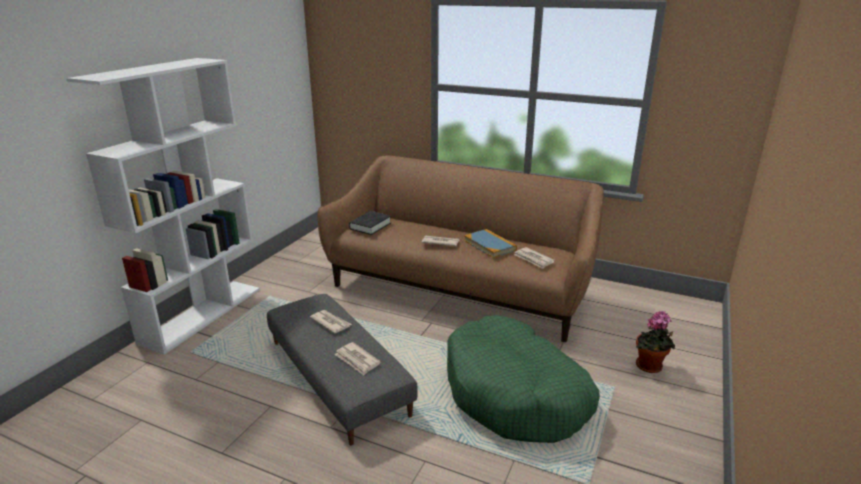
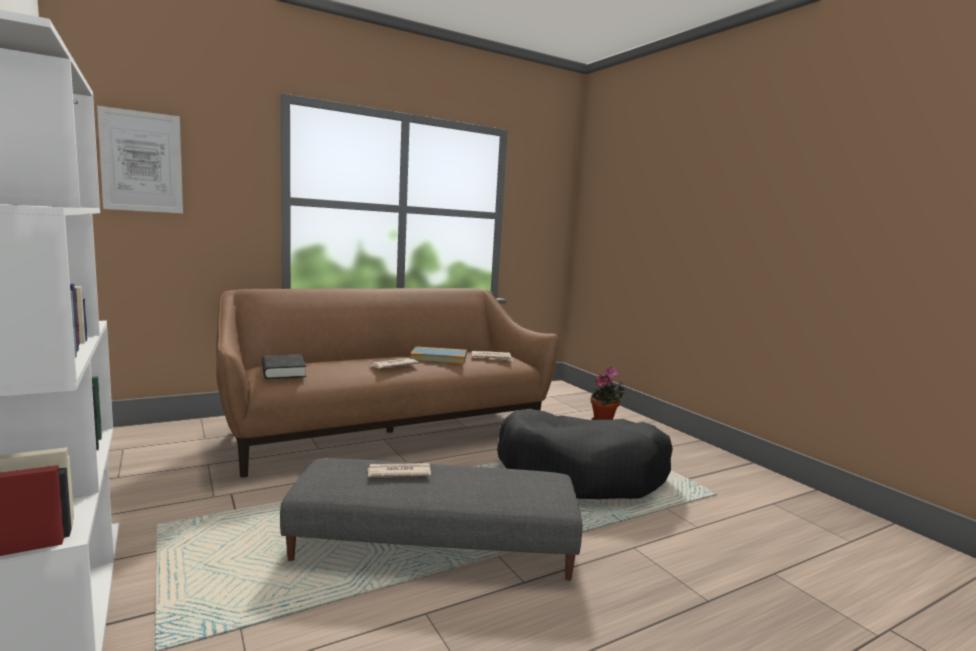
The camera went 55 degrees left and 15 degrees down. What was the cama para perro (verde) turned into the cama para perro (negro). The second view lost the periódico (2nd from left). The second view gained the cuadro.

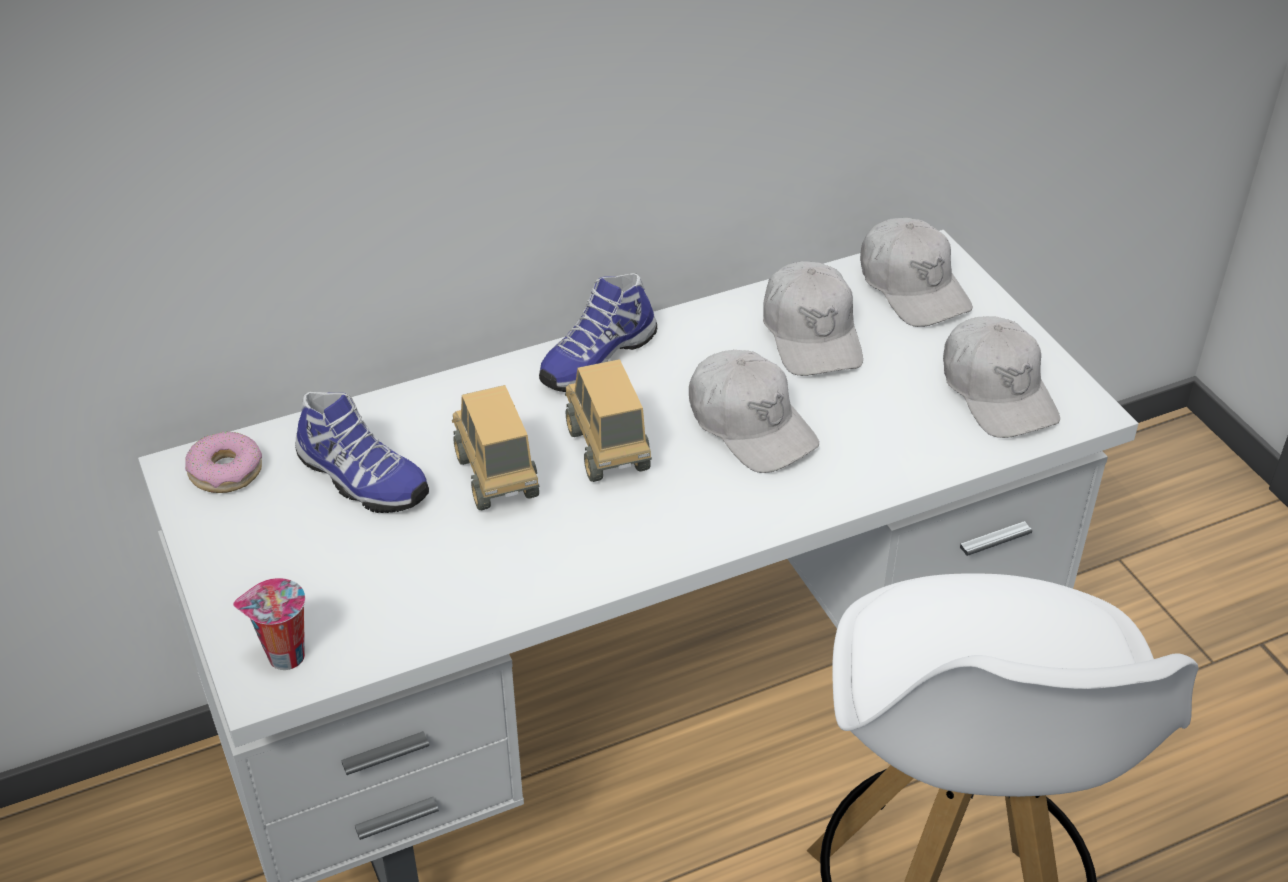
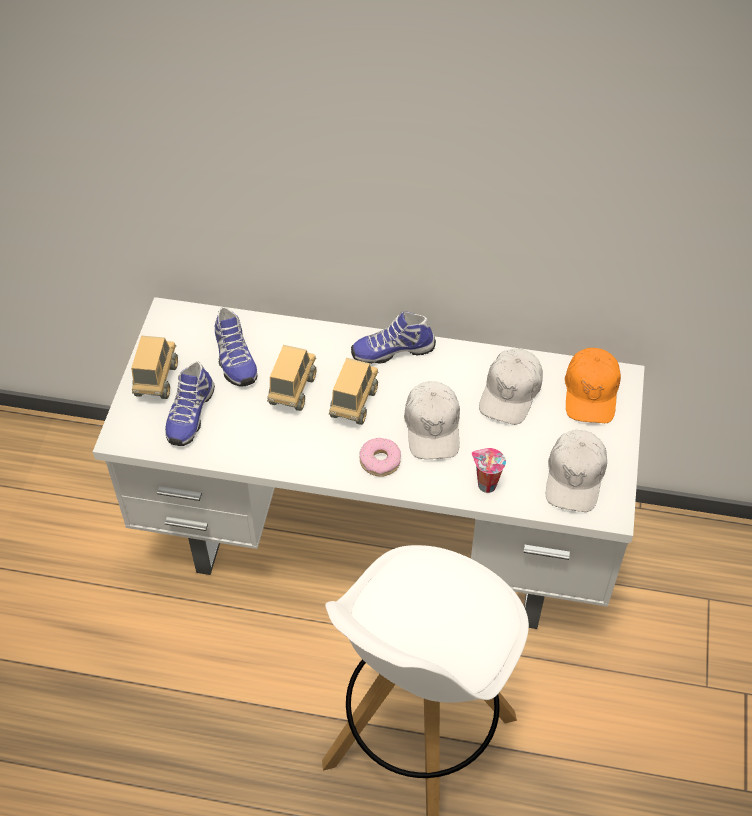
The camera went 35 degrees right and 10 degrees up. What was the gorra (blanco) (3rd from left) turned into the gorra (naranja). The rosquilla ended up elsewhere. The taza ended up elsewhere. The second view gained the camión de juguete (1st from left). The second view gained the zapato (1st from left).

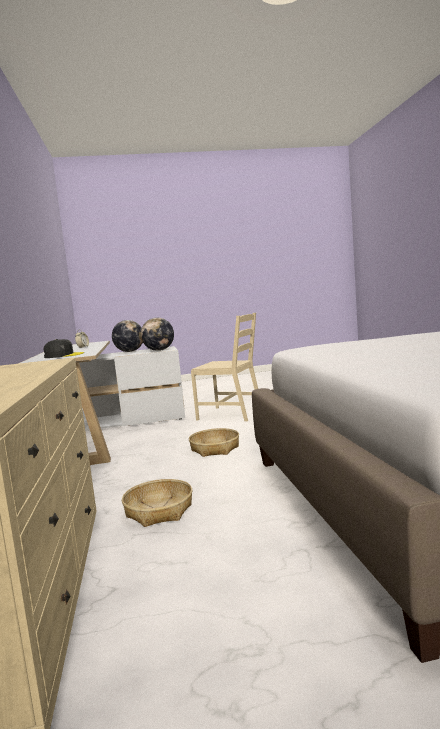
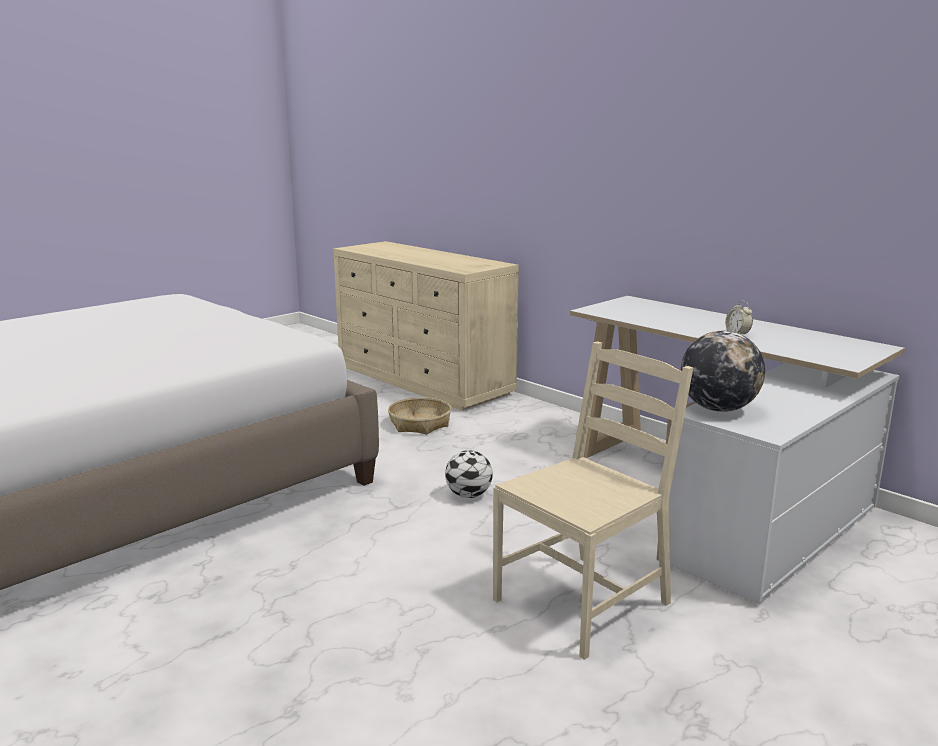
The camera went 145 degrees right and 10 degrees up. The silla (beis) ended up facing another way, 150 degrees clockwise from before. The second view lost the globo terráqueo (1st from left). The second view lost the gorra (negro). Where the cesta (2nd from left) stood, the balón de fútbol came to stand.

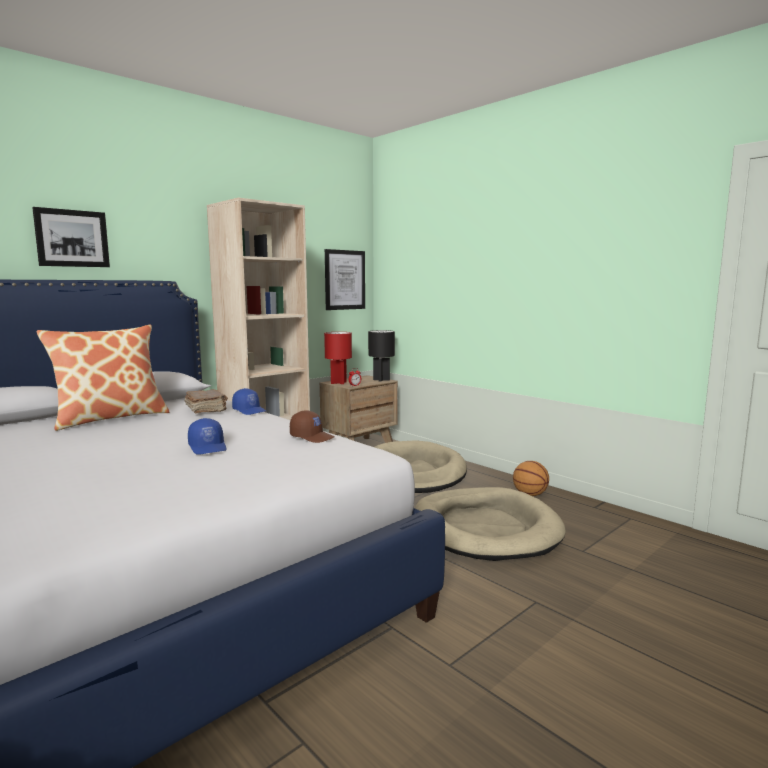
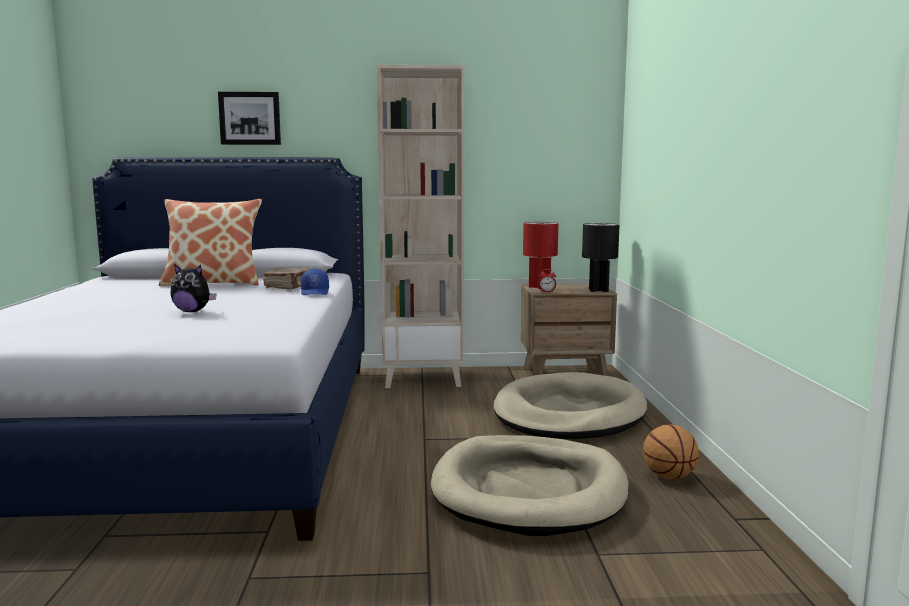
The camera went 40 degrees right and 0 degrees up. The second view lost the cuadro (2nd from left). The second view lost the gorra (marrón). Where the gorra (azul) (1st from left) stood, the peluche came to stand.

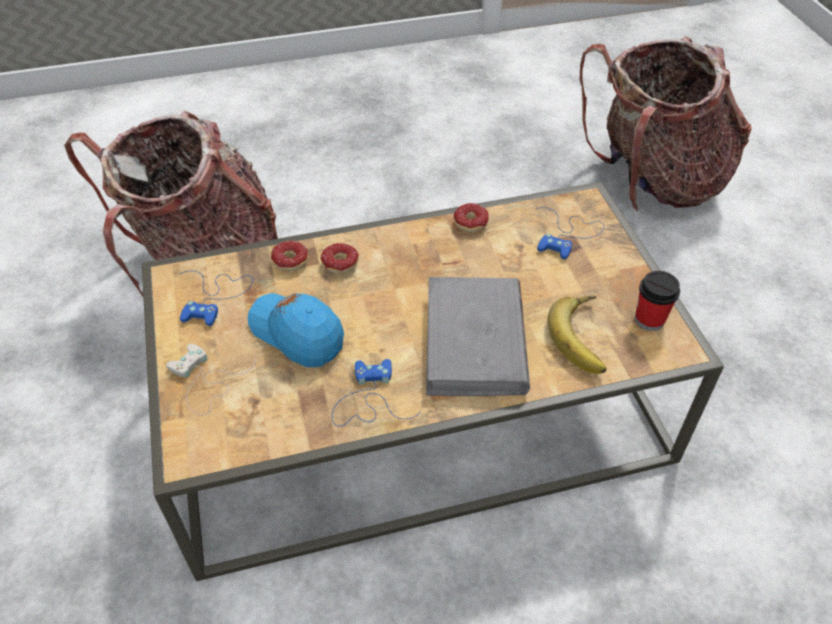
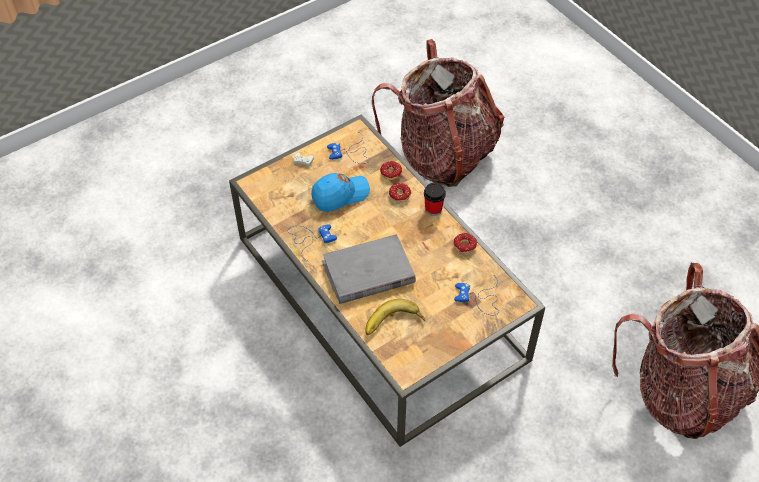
The camera went 70 degrees right and 5 degrees up. The taza ended up elsewhere. The gorra (azul) ended up facing another way, 45 degrees clockwise from before.

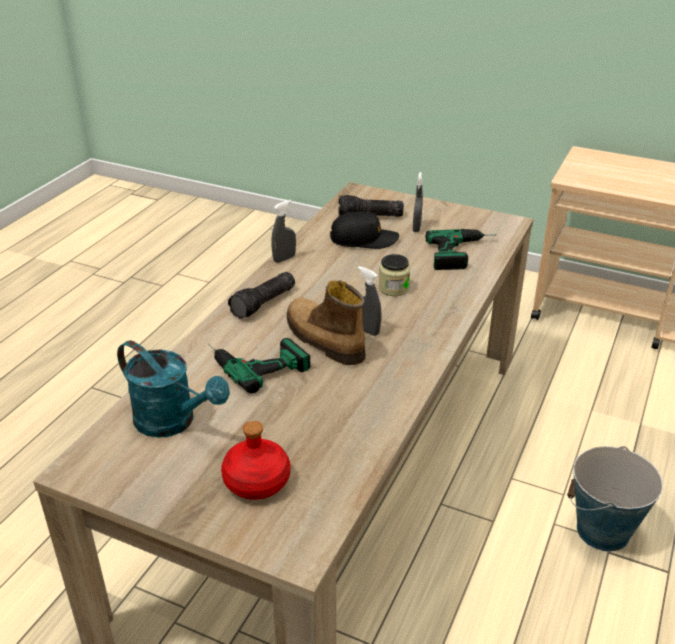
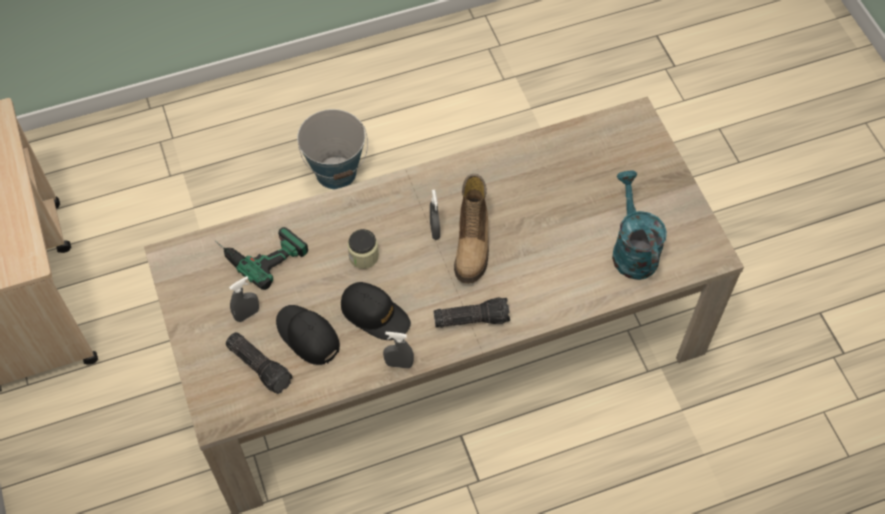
The camera went 135 degrees left and 25 degrees up. The second view lost the taladro (1st from left). The second view lost the botella (rojo). The second view gained the gorra (negro) (2nd from left).

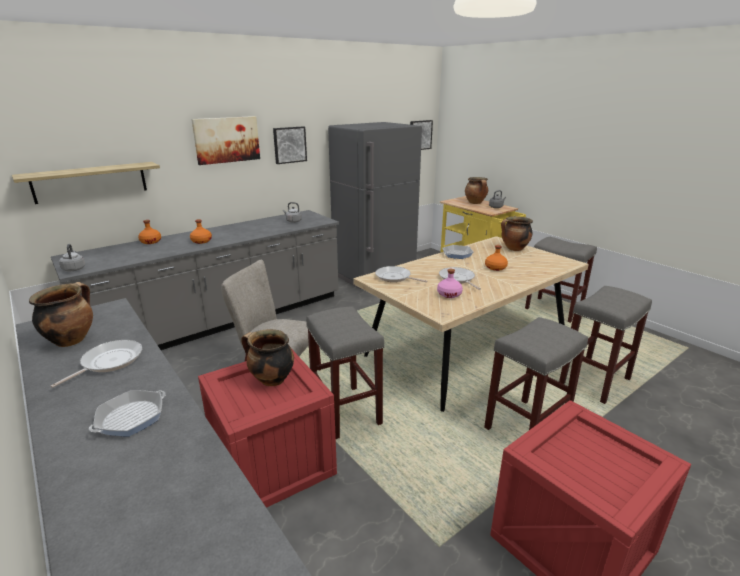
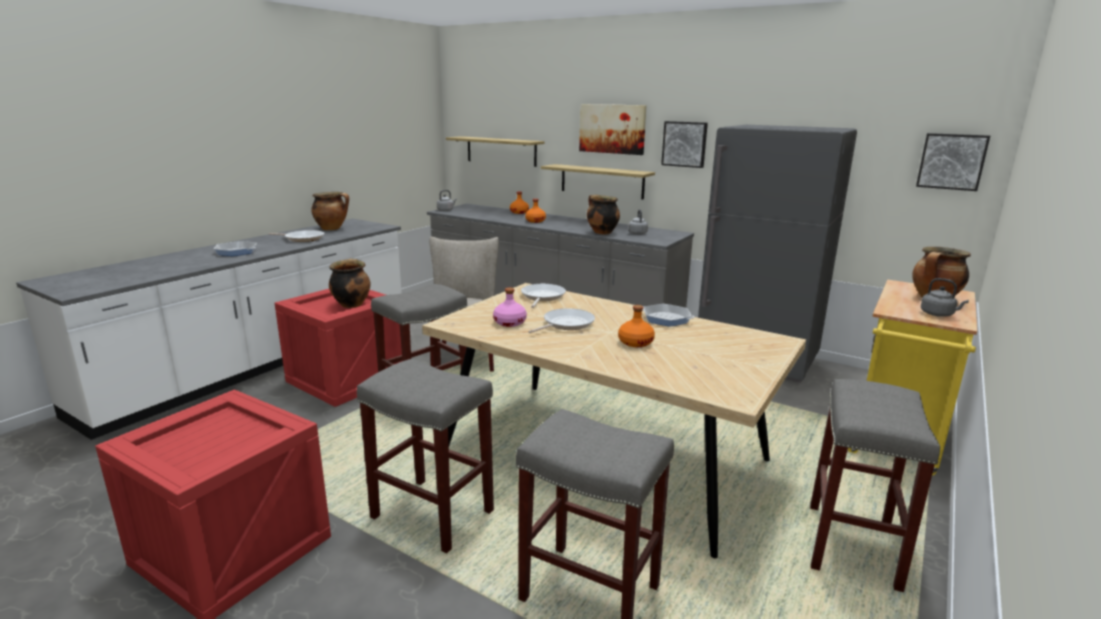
The camera went 70 degrees right and 5 degrees down. The olla (4th from left in the first image) ended up elsewhere. The second view gained the estante (2nd from left).

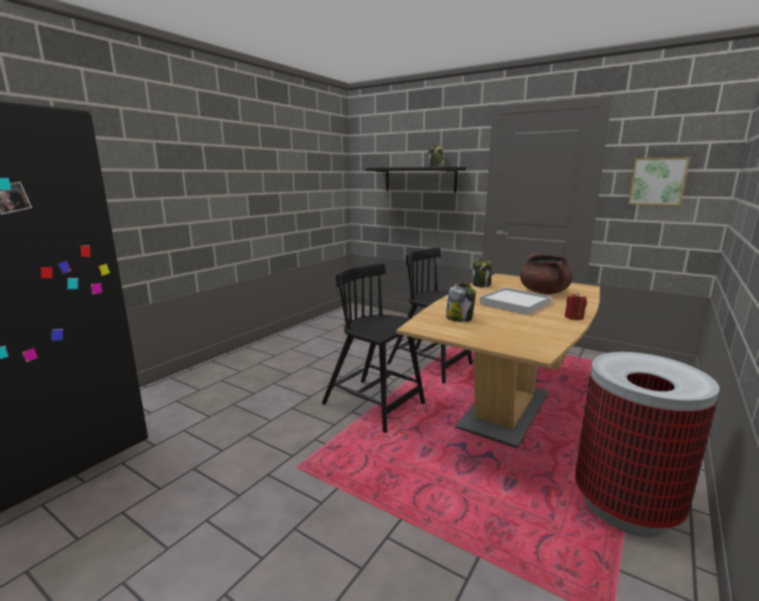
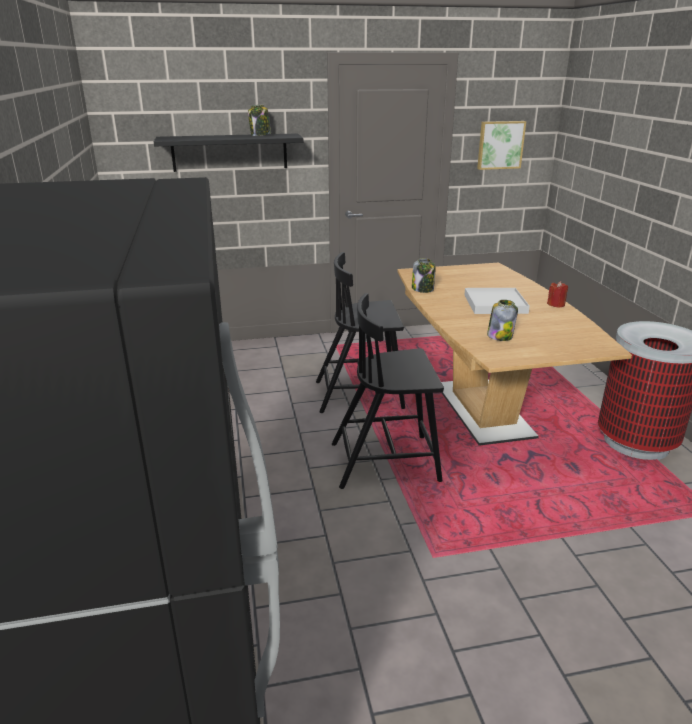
The camera went 45 degrees left and 10 degrees up. The second view lost the olla (marrón).

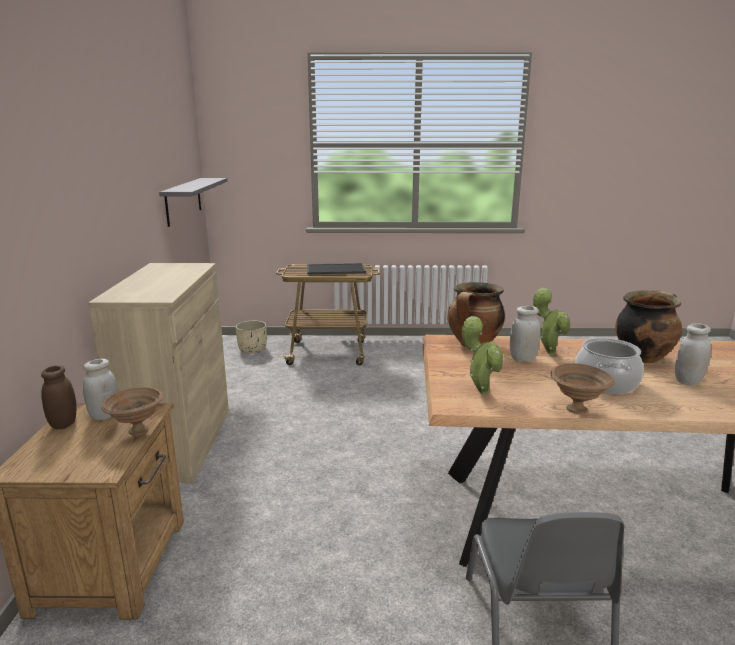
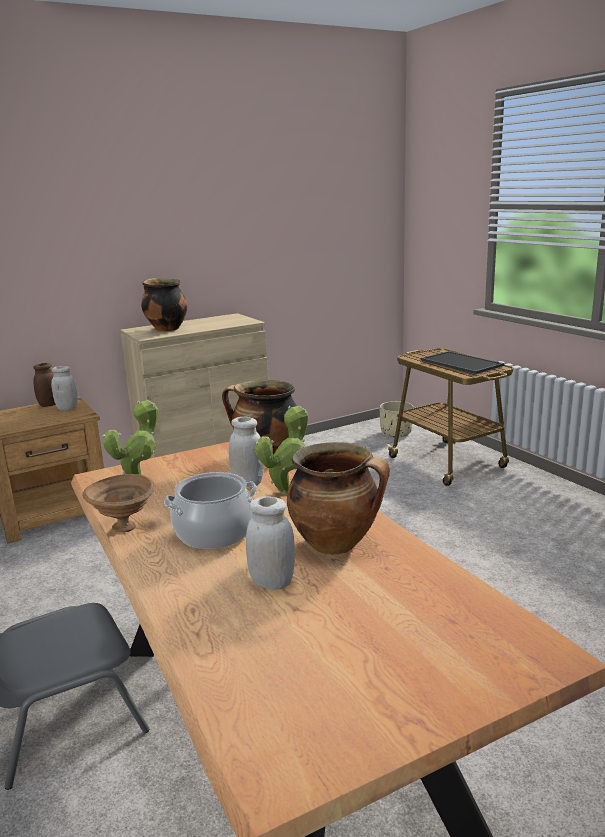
The camera went 60 degrees right and 0 degrees up. The second view lost the estante (gris). The second view lost the cuenco (marrón) (1st from left). The second view gained the olla (1st from left).

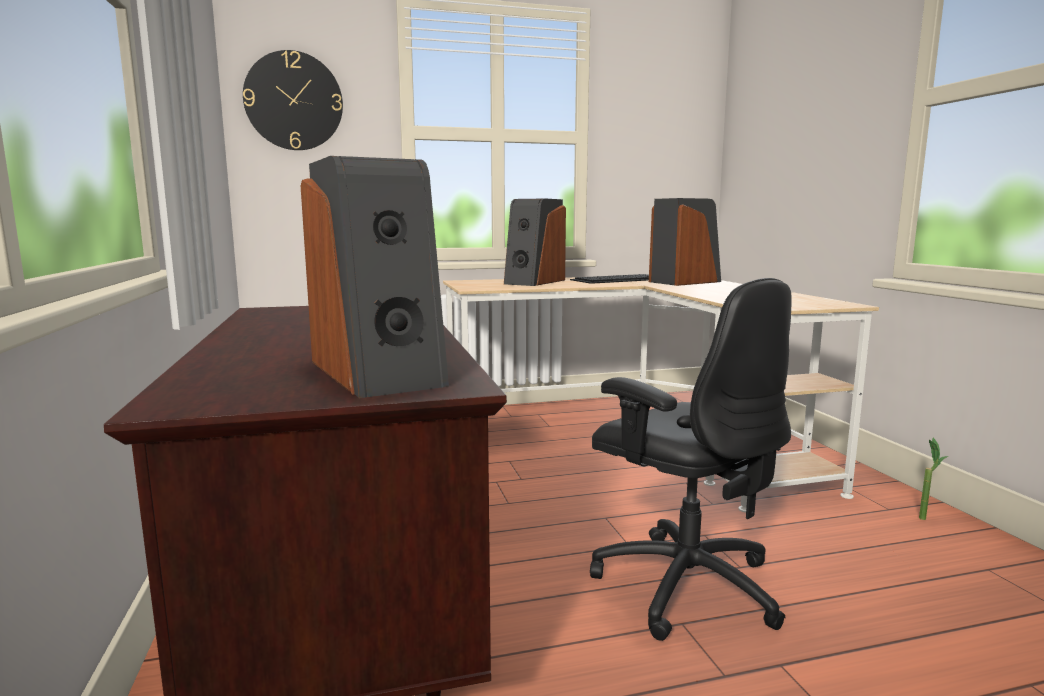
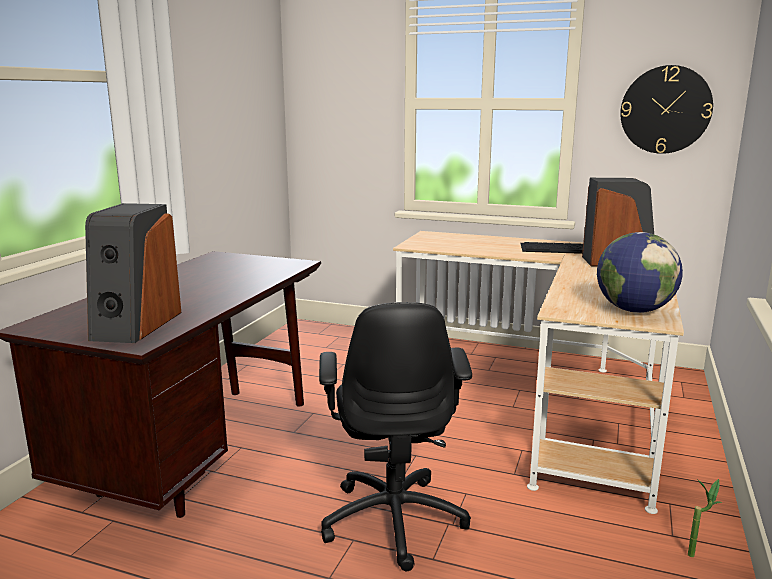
The camera went 35 degrees right and 5 degrees up. The reloj de pared ended up elsewhere. The second view lost the altavoz (2nd from left). The second view gained the globo terráqueo.

